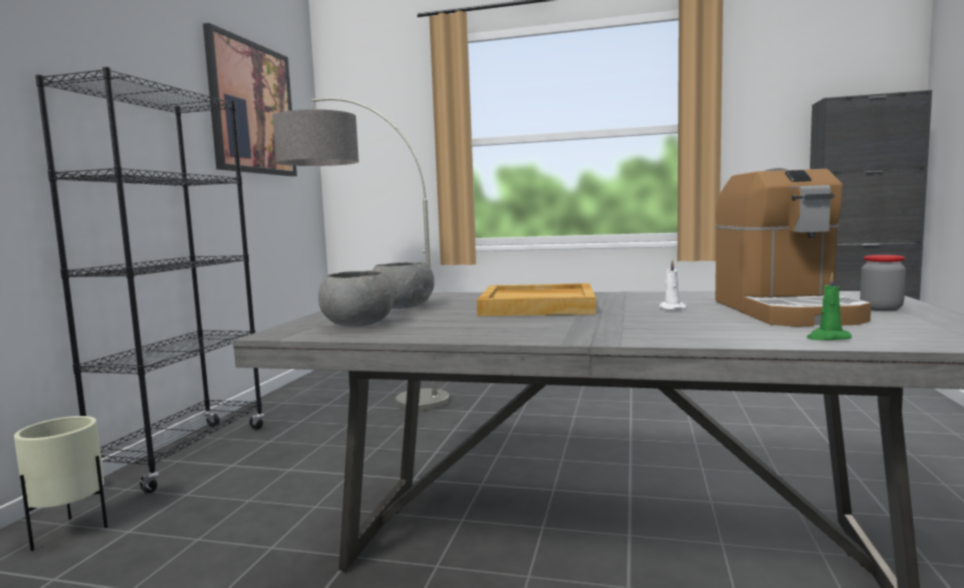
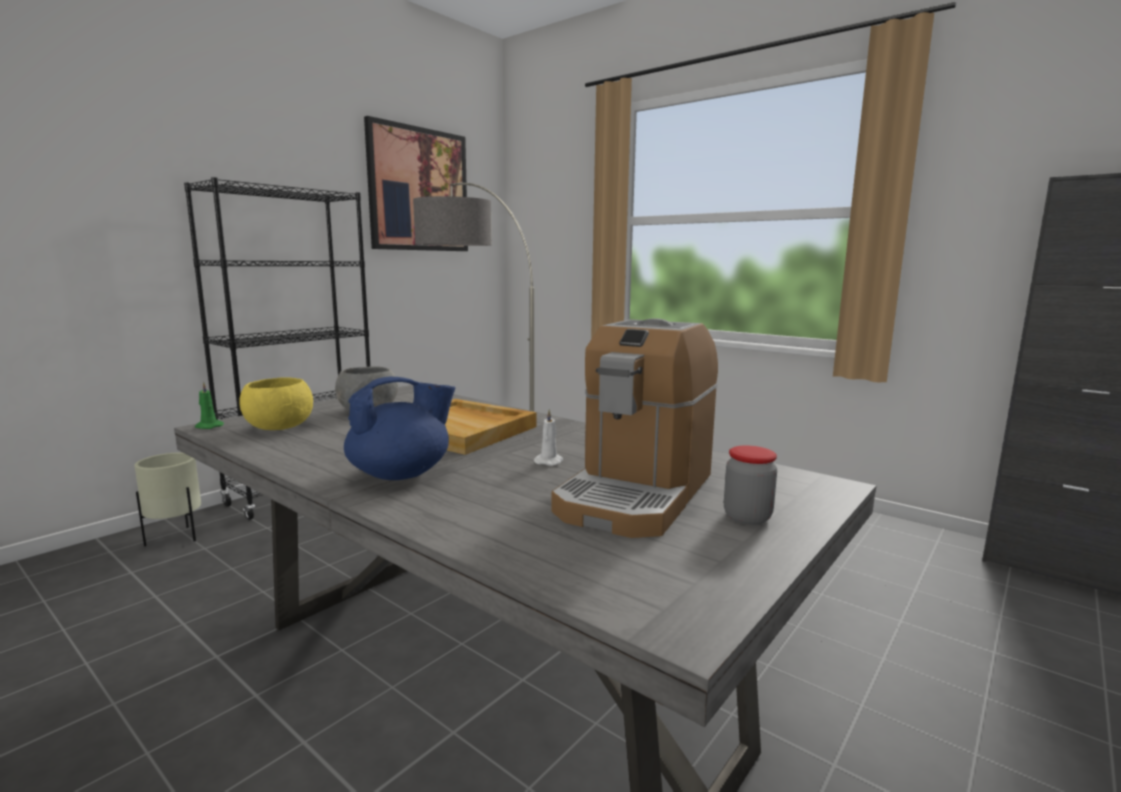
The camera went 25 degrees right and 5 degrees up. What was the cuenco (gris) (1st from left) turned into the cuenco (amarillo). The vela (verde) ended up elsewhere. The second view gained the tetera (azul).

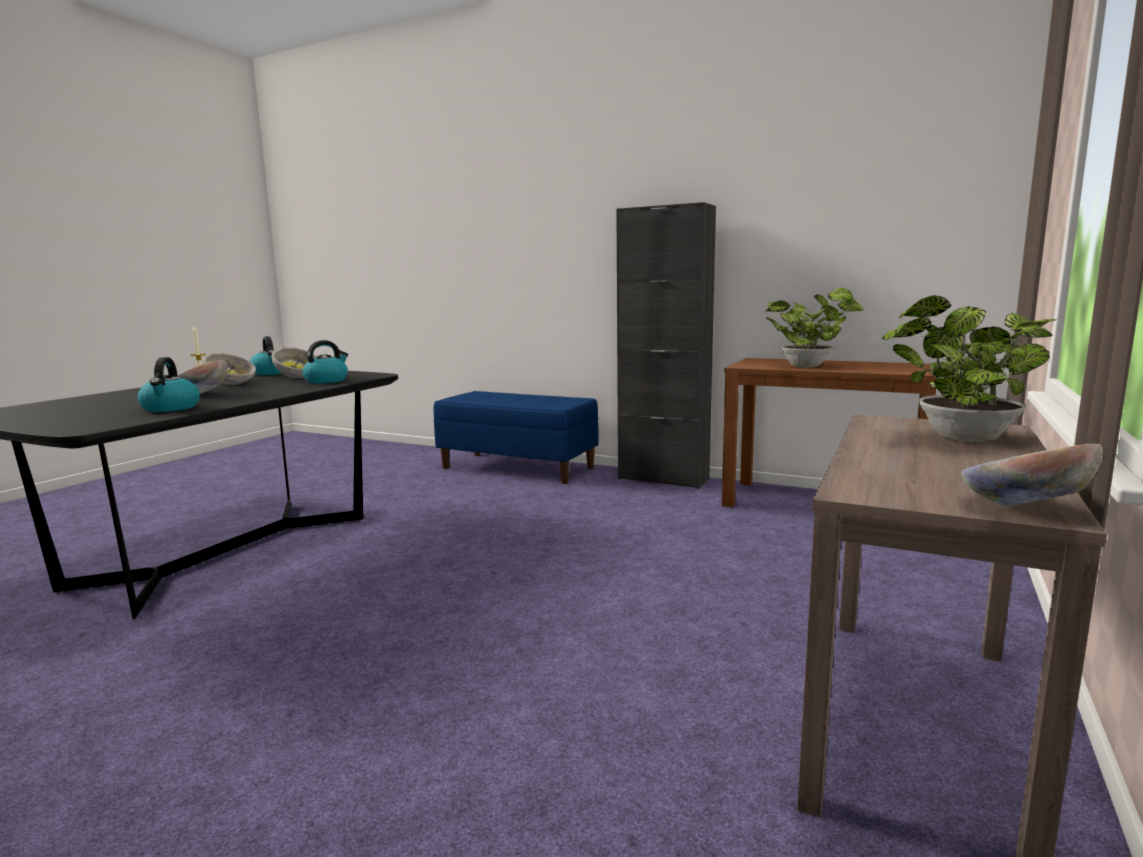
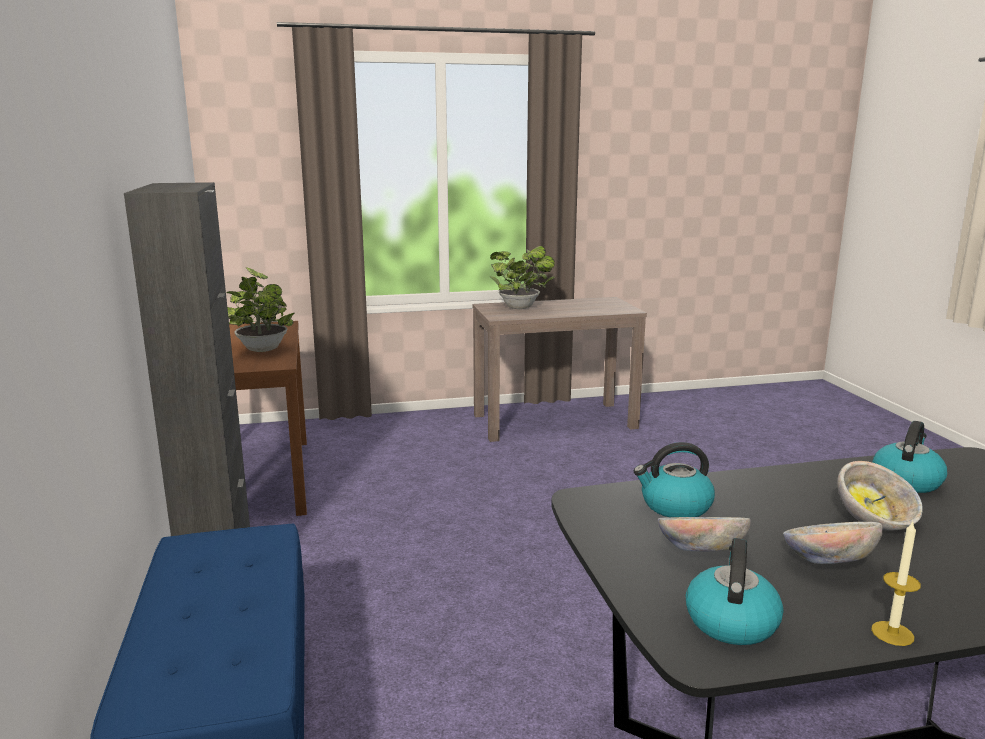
The camera went 130 degrees left and 5 degrees up. The second view lost the cuenco (4th from left).

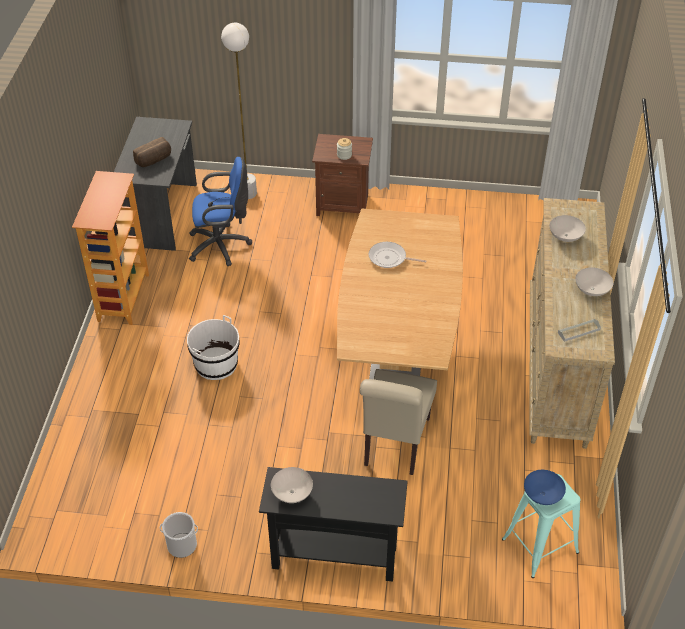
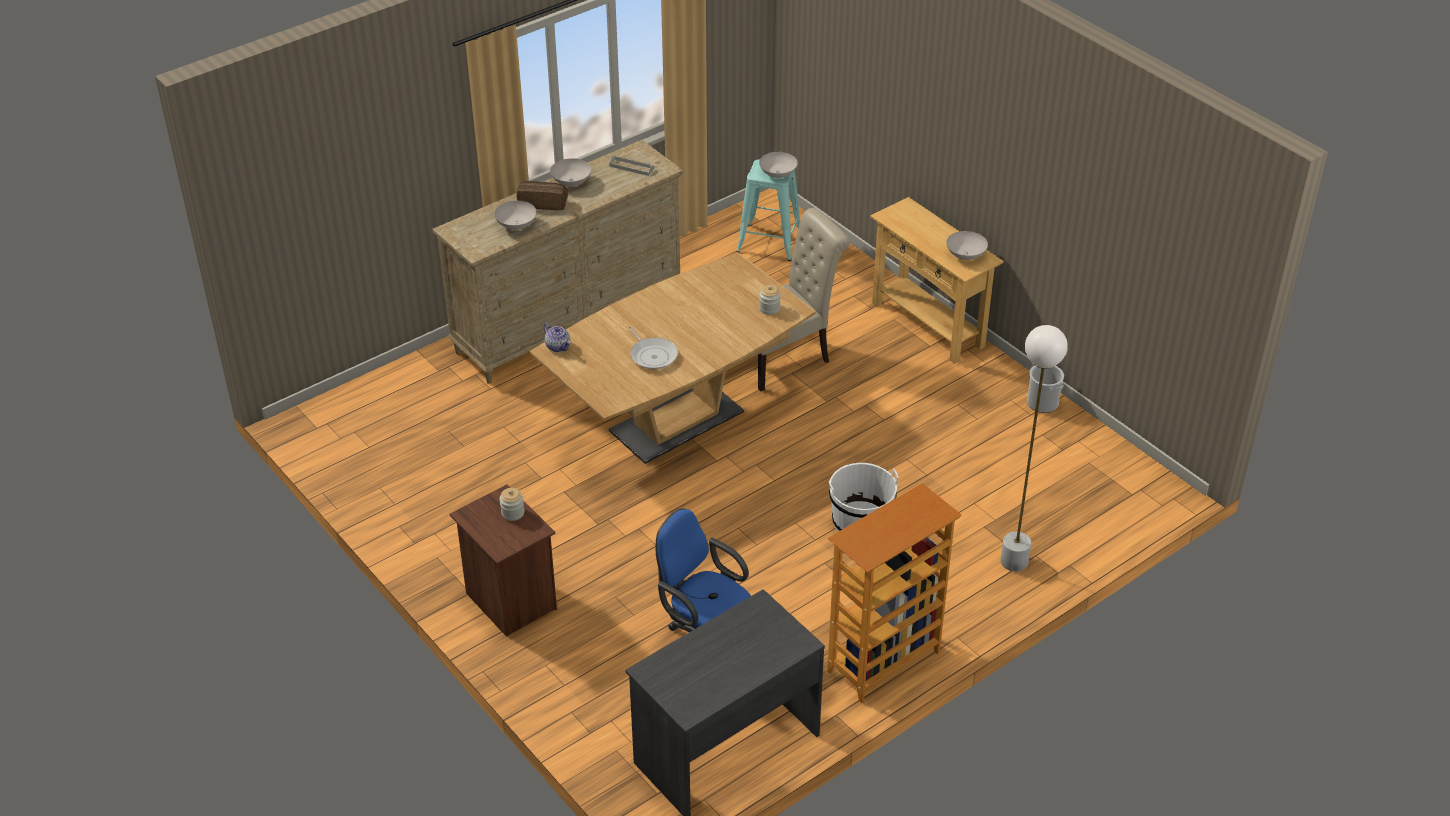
The camera went 135 degrees left and 5 degrees down. The lámpara de pie (blanco) ended up elsewhere. The pan ended up elsewhere. What was the mesa consola (negro) turned into the mesa consola (beis). What was the cuenco (azul) turned into the cuenco (blanco) (3rd from left). The second view gained the tarro (2nd from left). The second view gained the tetera.

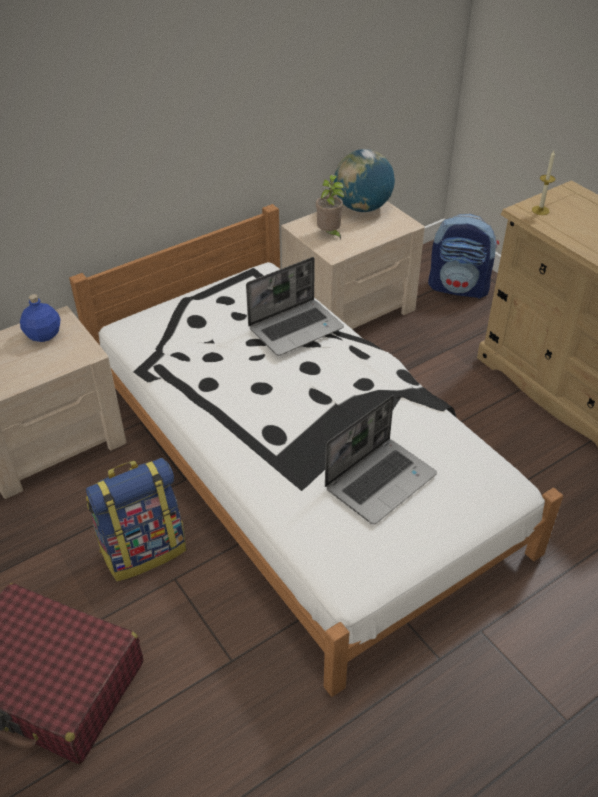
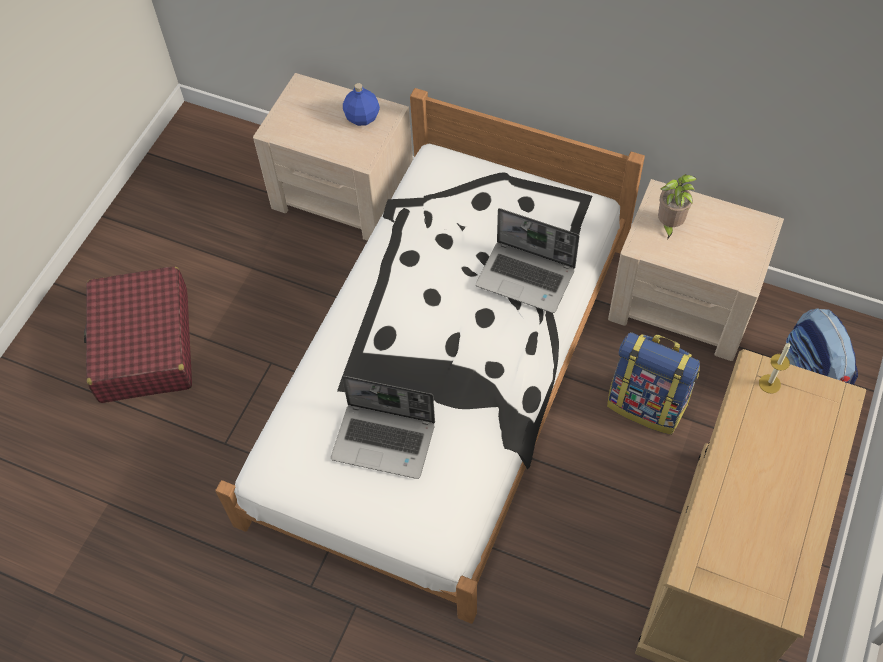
The camera went 60 degrees right and 15 degrees up. The second view lost the globo terráqueo. The mochila (1st from left) ended up elsewhere.

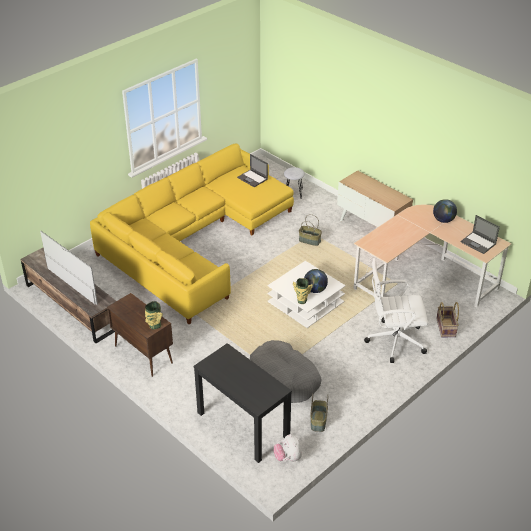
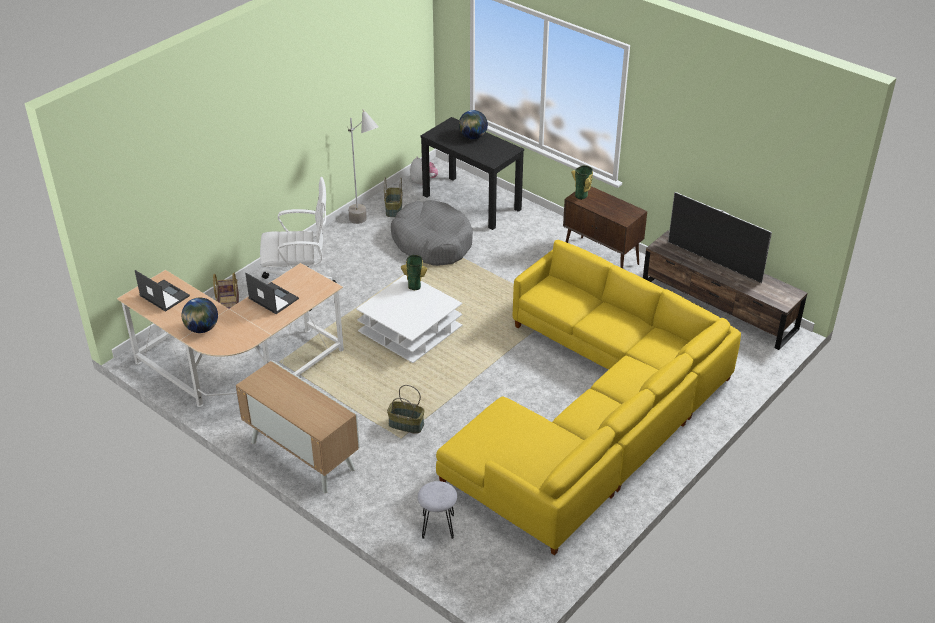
The camera went 175 degrees right and 0 degrees up. The portátil (1st from left in the first image) ended up elsewhere. The globo terráqueo (1st from left in the first image) ended up elsewhere. The second view gained the lámpara de pie (gris).

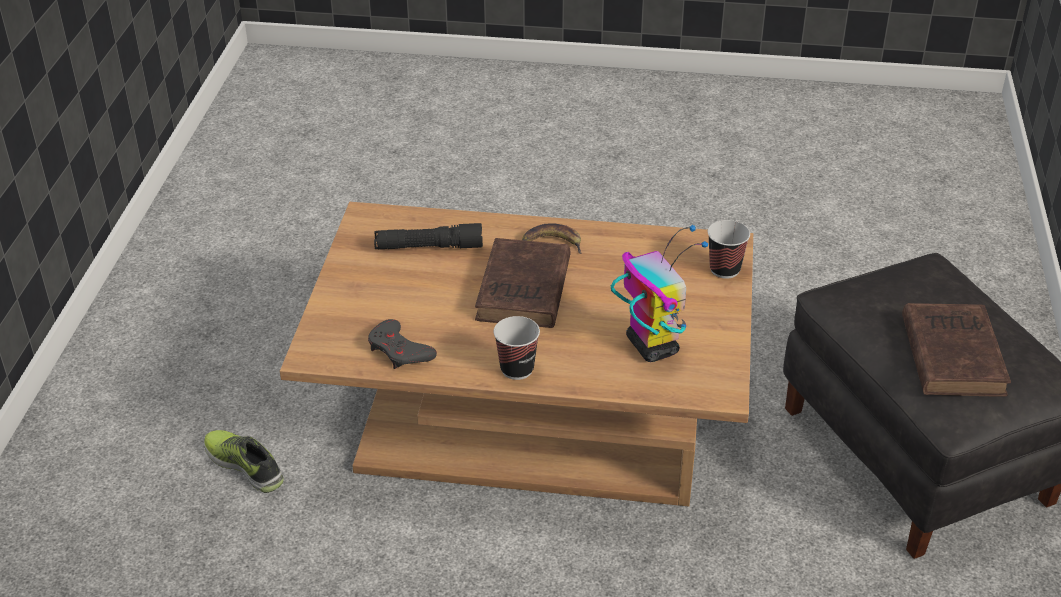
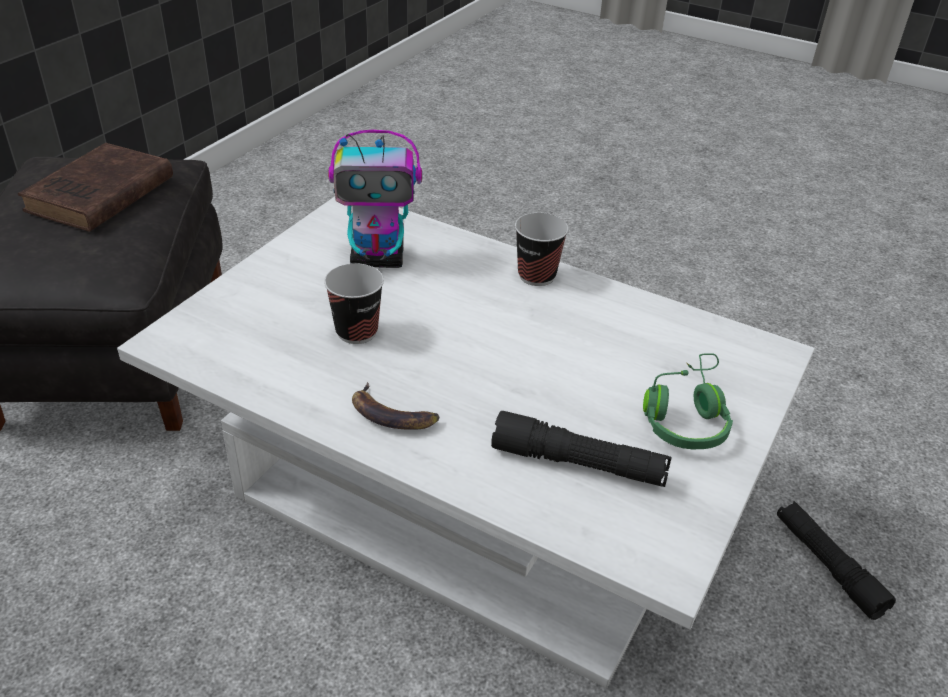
The camera went 160 degrees left and 0 degrees up. What was the mesa de centro (marrón) turned into the mesa de centro (blanco). The taza (2nd from left in the first image) ended up elsewhere. The robot de juguete ended up facing another way, 90 degrees counterclockwise from before. The second view lost the libro (marrón) (1st from left). The second view lost the mando de consola (gris). Where the zapato stood, the linterna (negro) (2nd from left) came to stand. The second view gained the auriculares (verde).

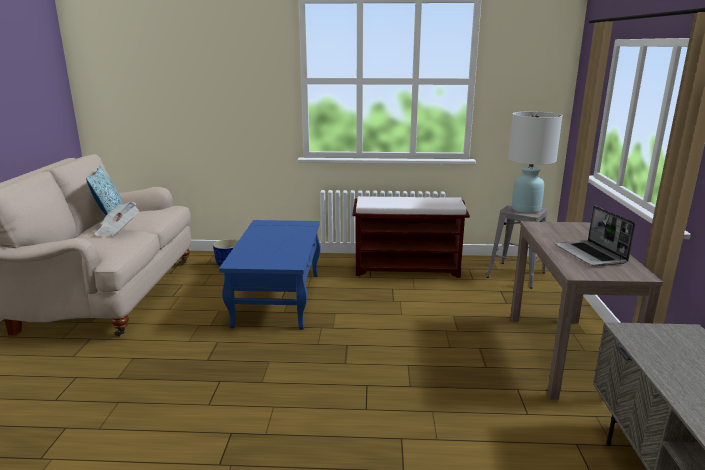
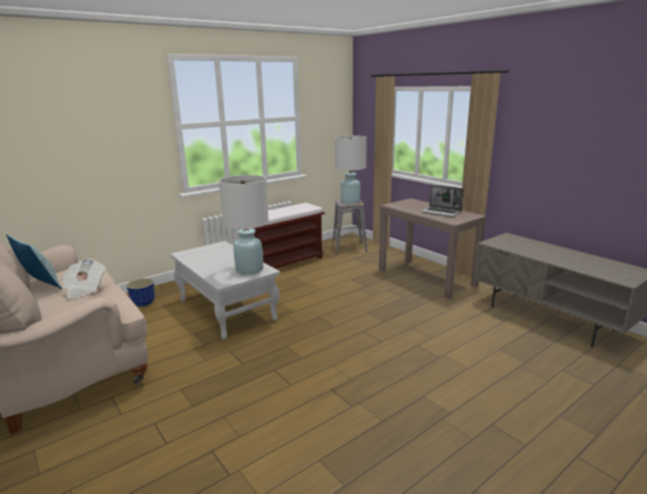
The camera went 40 degrees left and 0 degrees up. What was the mesa de centro (azul) turned into the mesa de centro (blanco). The second view gained the lámpara de mesa (blanco) (1st from left).

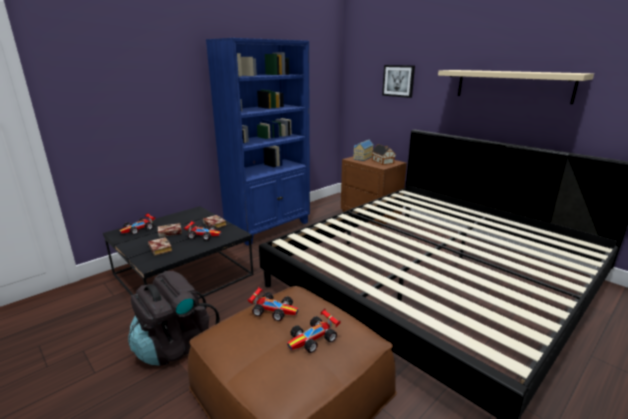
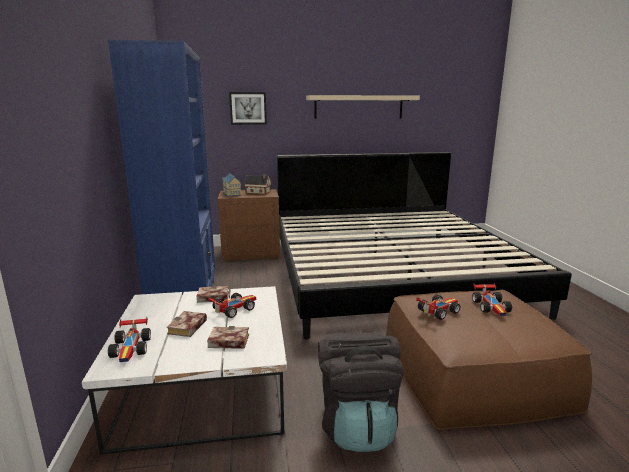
The camera went 55 degrees left and 5 degrees down. What was the mesa de centro (negro) turned into the mesa de centro (blanco).

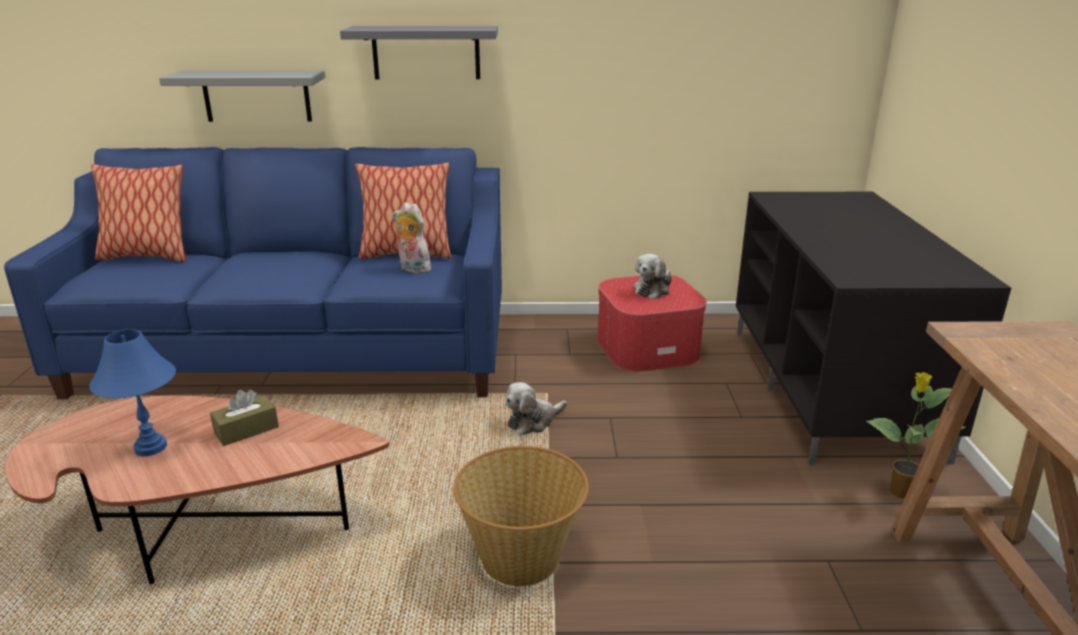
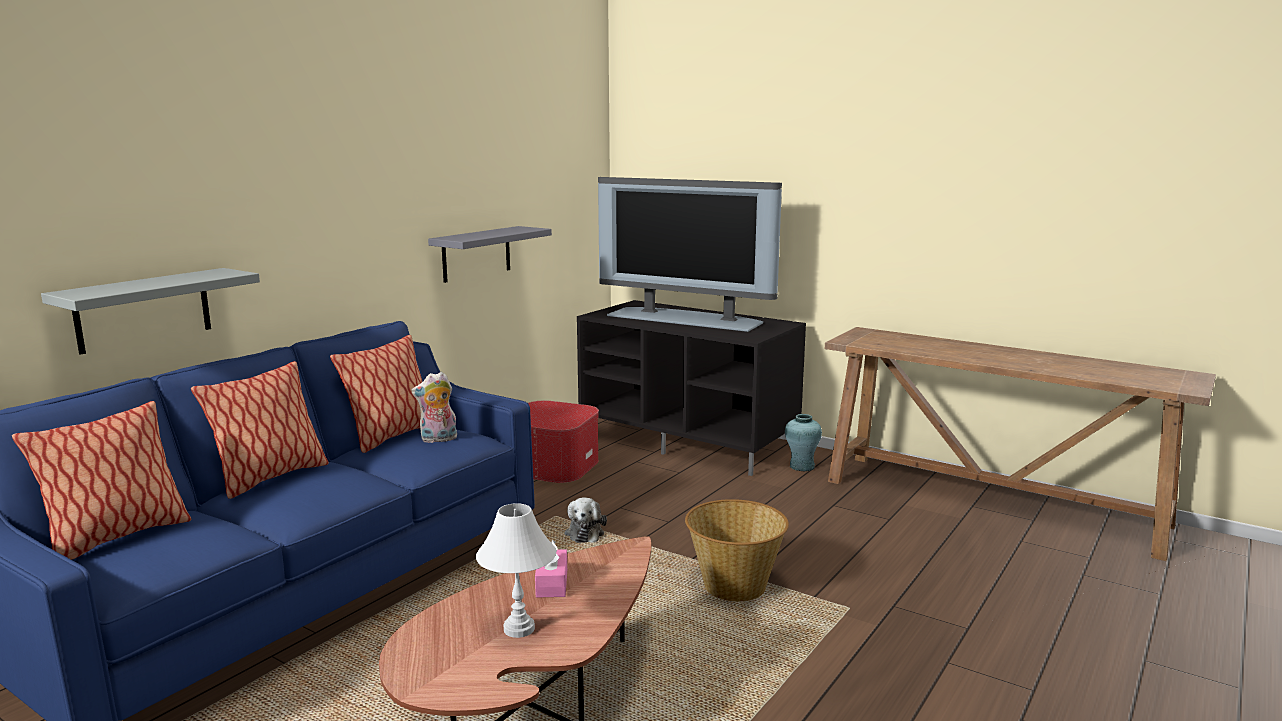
The camera went 55 degrees left and 10 degrees down. The estante (gris) (2nd from left) ended up elsewhere. The second view lost the peluche (3rd from left). What was the lámpara de mesa (azul) turned into the lámpara de mesa (blanco). Where the planta en maceta stood, the florero (turquesa) came to stand. What was the caja de pañuelos (marrón) turned into the caja de pañuelos (rosa). The second view gained the televisor. The second view gained the cojín (2nd from left).

